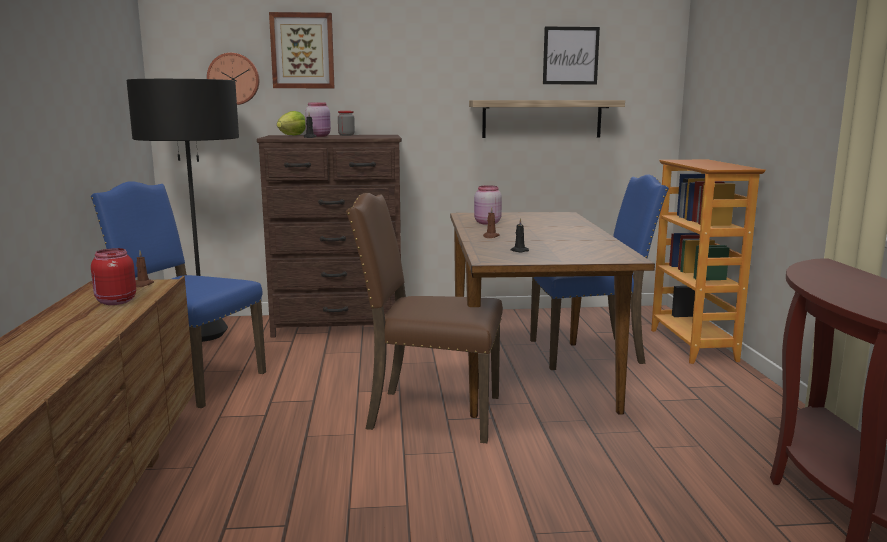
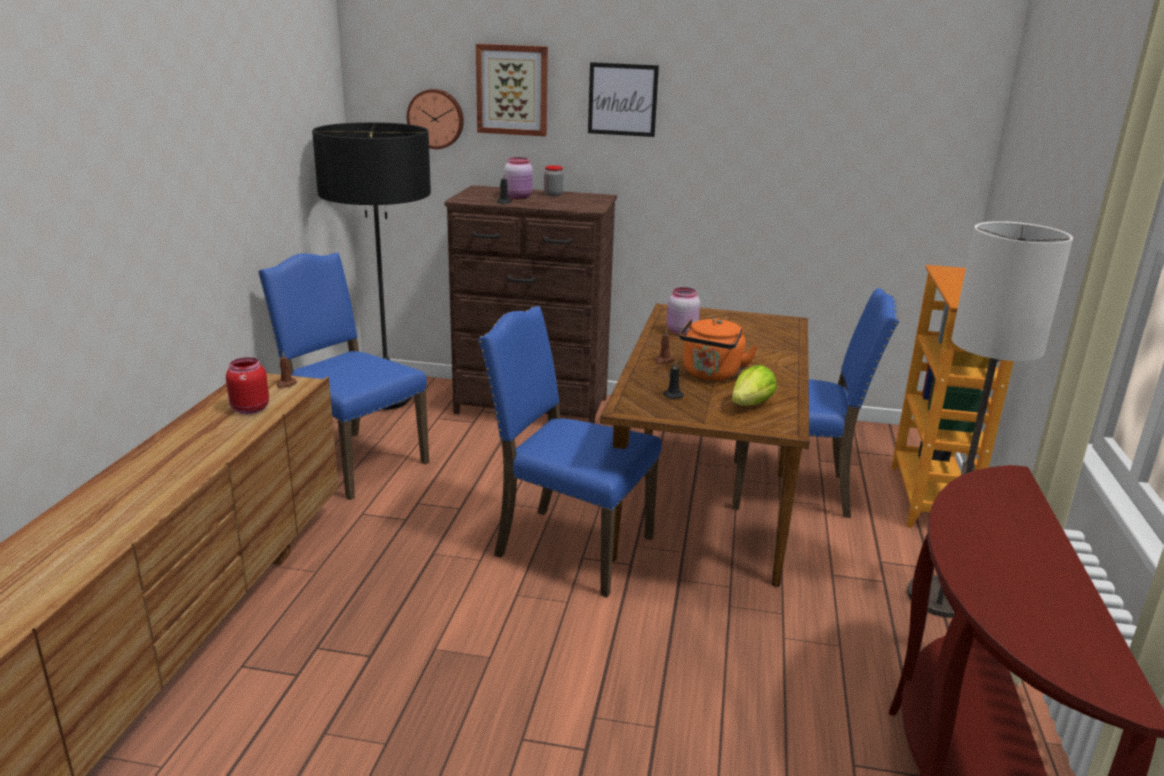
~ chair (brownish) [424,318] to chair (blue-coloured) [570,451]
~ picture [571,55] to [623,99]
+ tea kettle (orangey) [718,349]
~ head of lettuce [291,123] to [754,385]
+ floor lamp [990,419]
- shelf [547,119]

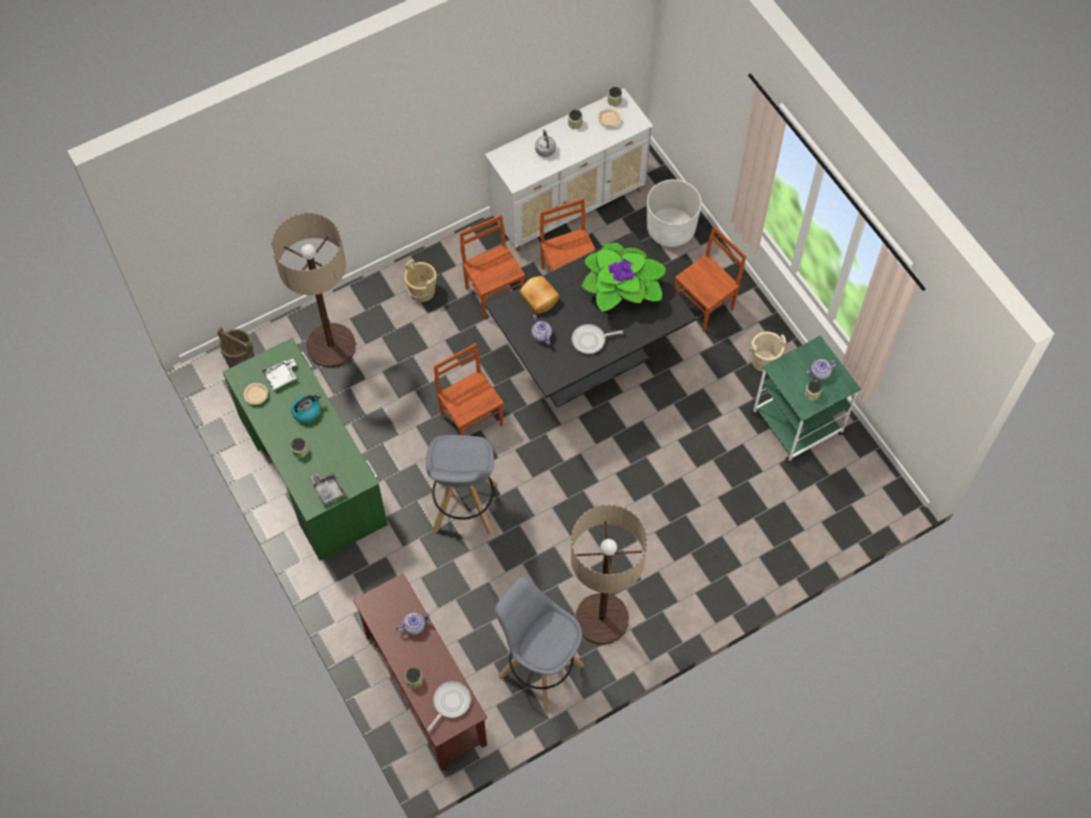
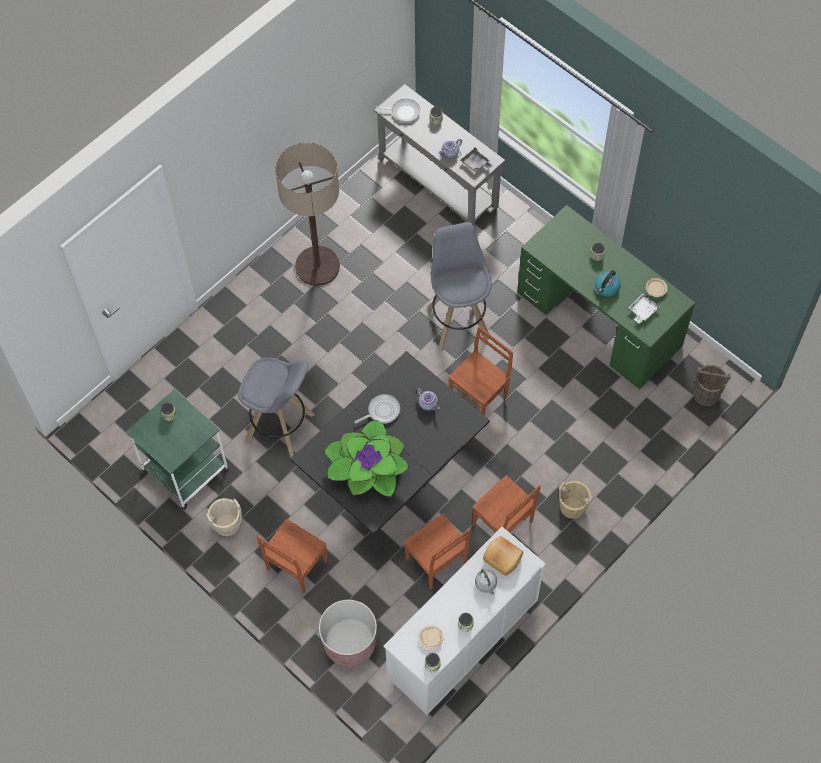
~ stool (greyish) [539,644] to [276,407]
~ plant pot (white) [674,213] to plant pot (brownish) [348,633]
~ narrow table (brownish) [420,672] to narrow table (greyish) [439,155]
~ frying pan [449,706] = [398,110] 105 degrees counterclockwise
~ chair (brownish) [469,389] = [480,370] 90 degrees counterclockwise
~ tray (greyish) [328,489] to [476,160]
~ bread [539,295] to [503,556]
- floor lamp [314,290]
- teapot [822,369]

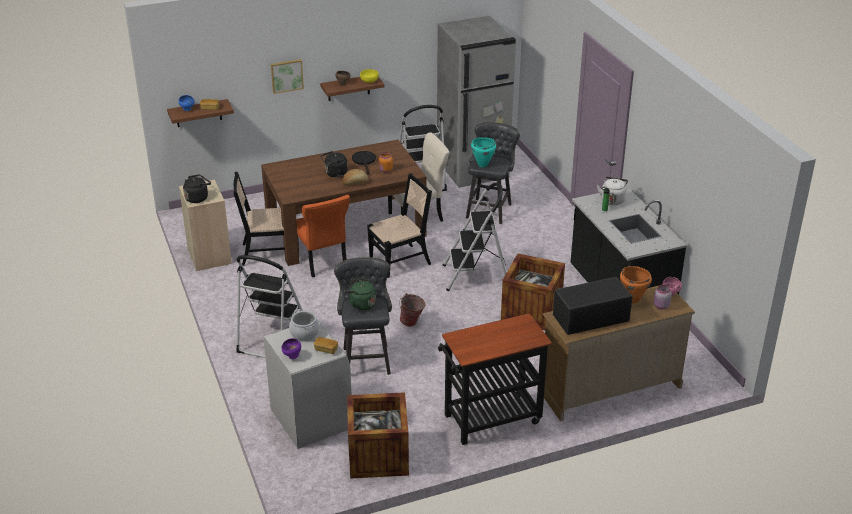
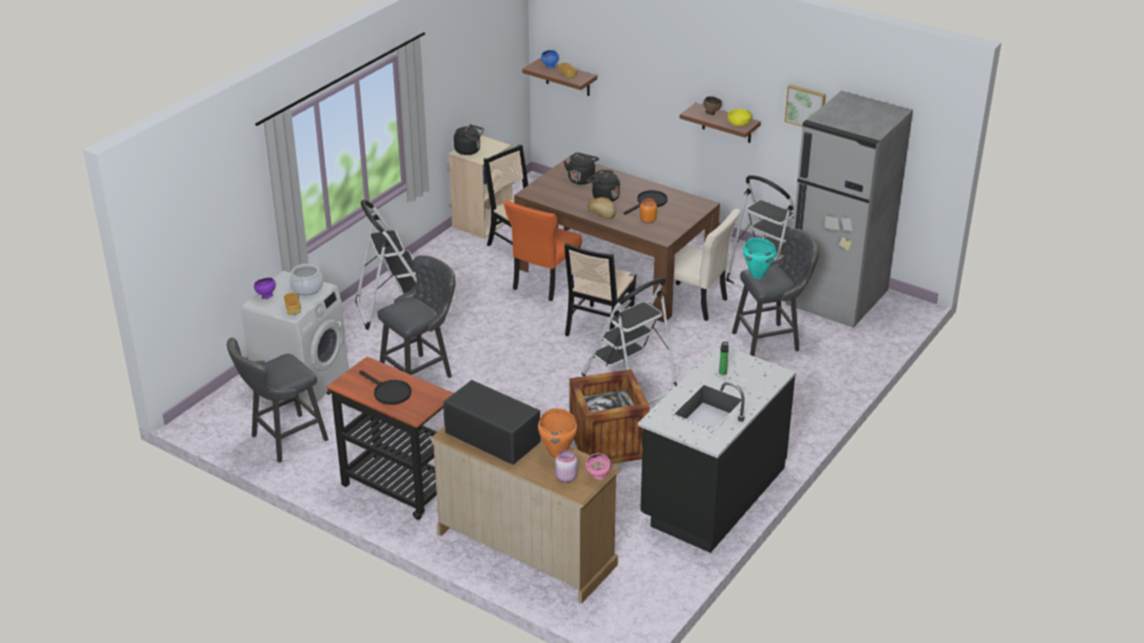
~ crate [378,435] to stool (greyish) [278,400]
+ frying pan (blackish) [385,387]
+ tea kettle (blackish) [581,169]
~ chair [399,225] = [600,289] 90 degrees clockwise
~ picture [287,76] to [805,105]
- tea kettle (green-coloured) [360,294]
- bucket [412,309]
- tea kettle (white) [612,191]

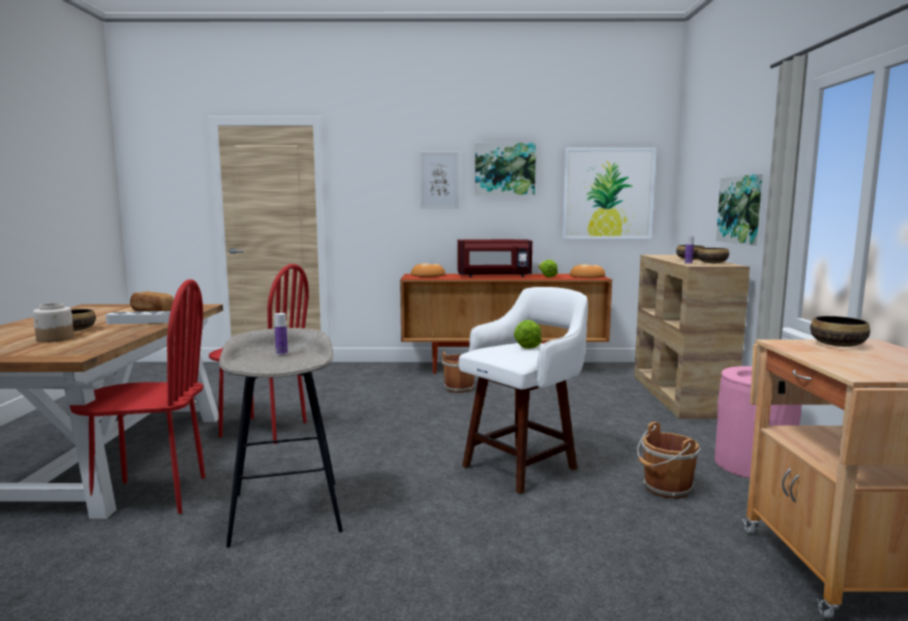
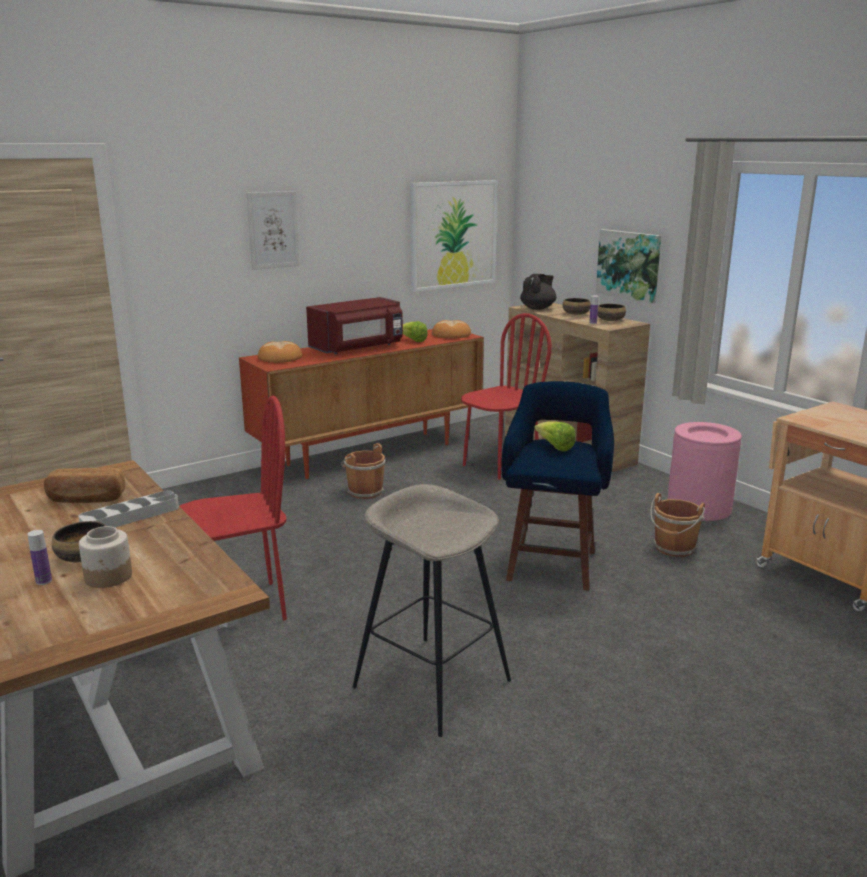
~ bottle [281,334] to [39,557]
~ chair (red-coloured) [137,396] to [506,396]
~ stool (white) [523,390] to stool (blue-coloured) [558,486]
+ teapot (blackish) [538,292]
- picture [505,169]
- serving bowl [840,331]

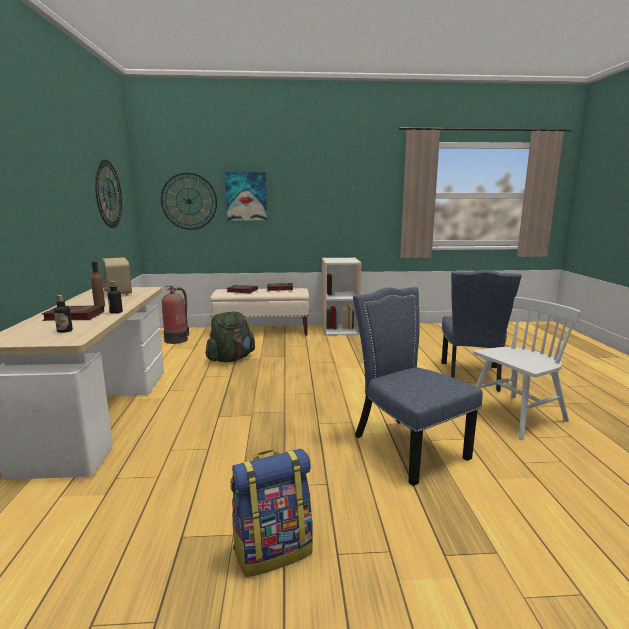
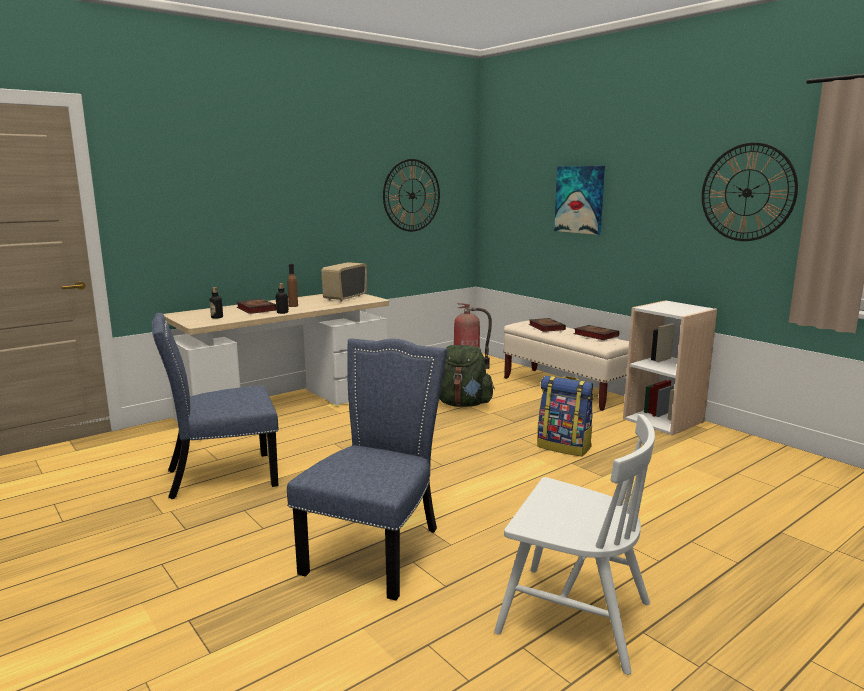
~ chair (blue-coloured) [481,331] to [215,406]
~ rucksack [272,513] to [565,416]
~ hanging clock [189,201] to [750,192]

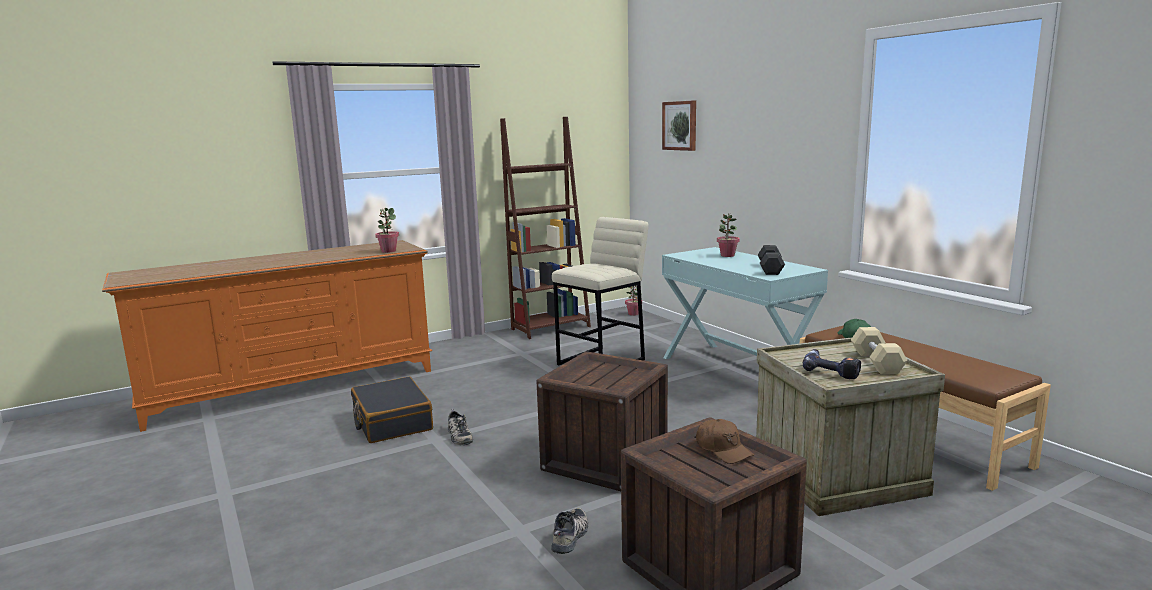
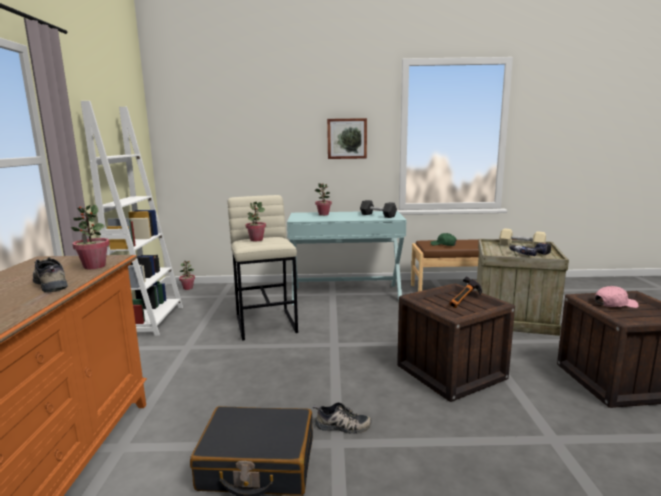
~ shoe [569,531] to [50,274]
~ bookshelf (brownish) [545,228] to bookshelf (white) [132,218]
+ potted plant [256,221]
~ picture [679,125] to [347,138]
+ tool hammer [465,292]
~ cap (brownish) [725,441] to cap (pink) [617,297]

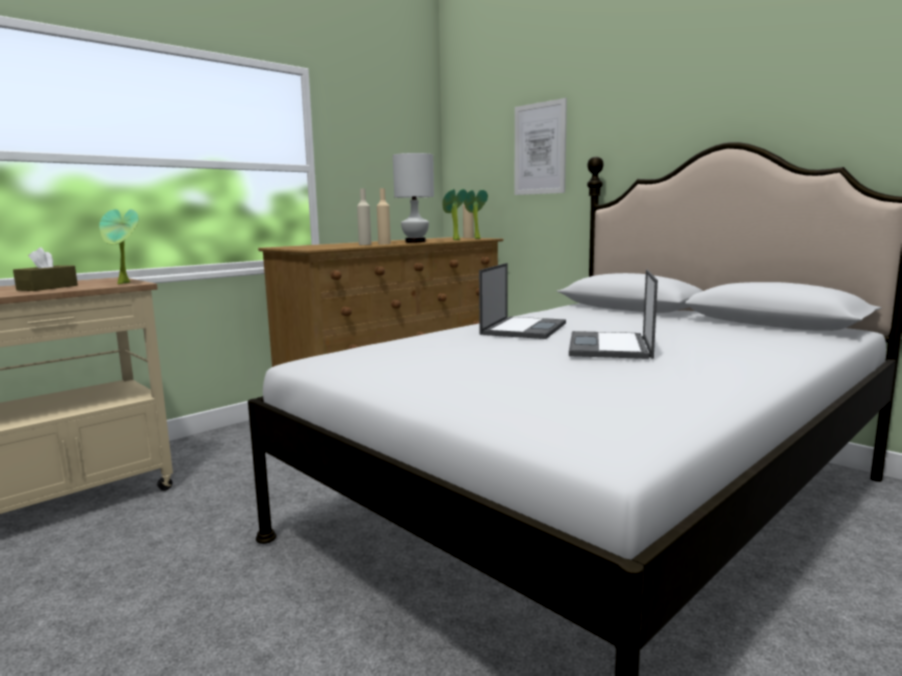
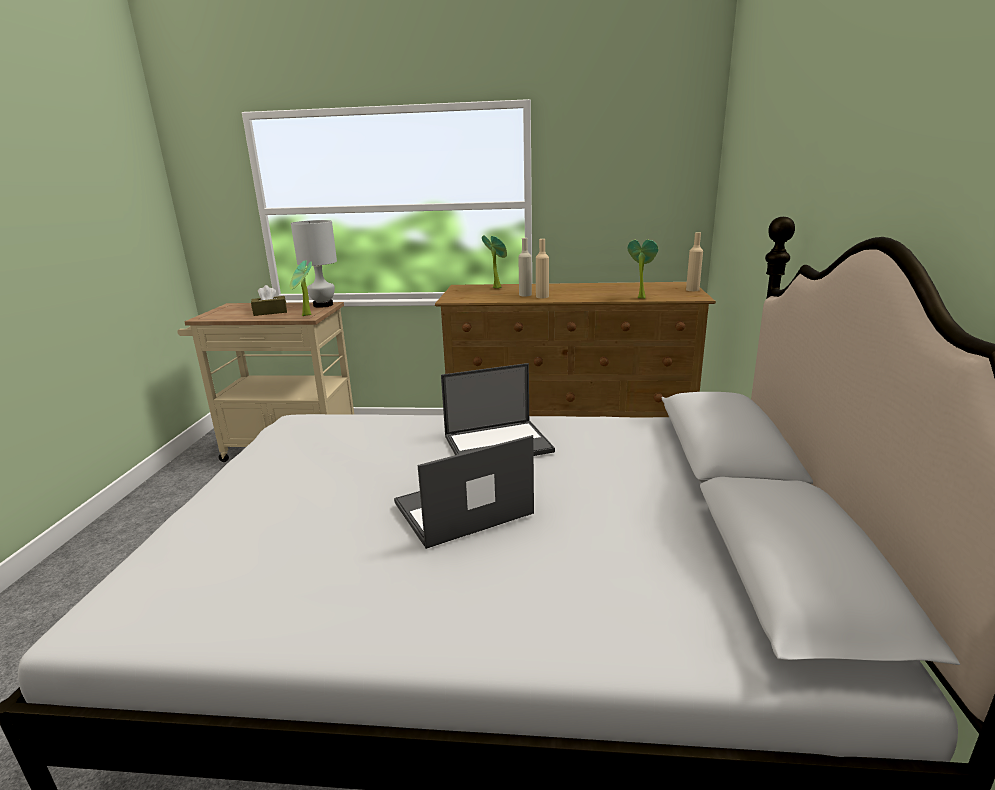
~ lamp for a table (white) [413,198] to [314,264]
~ potted plant [476,214] to [494,262]
- picture [541,146]

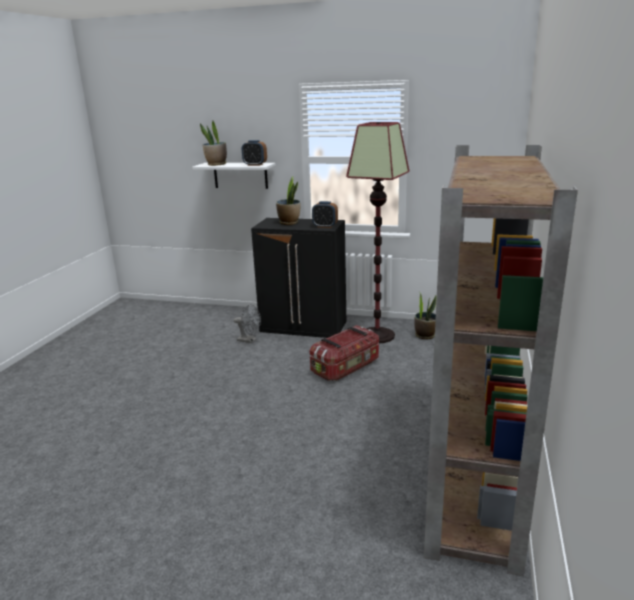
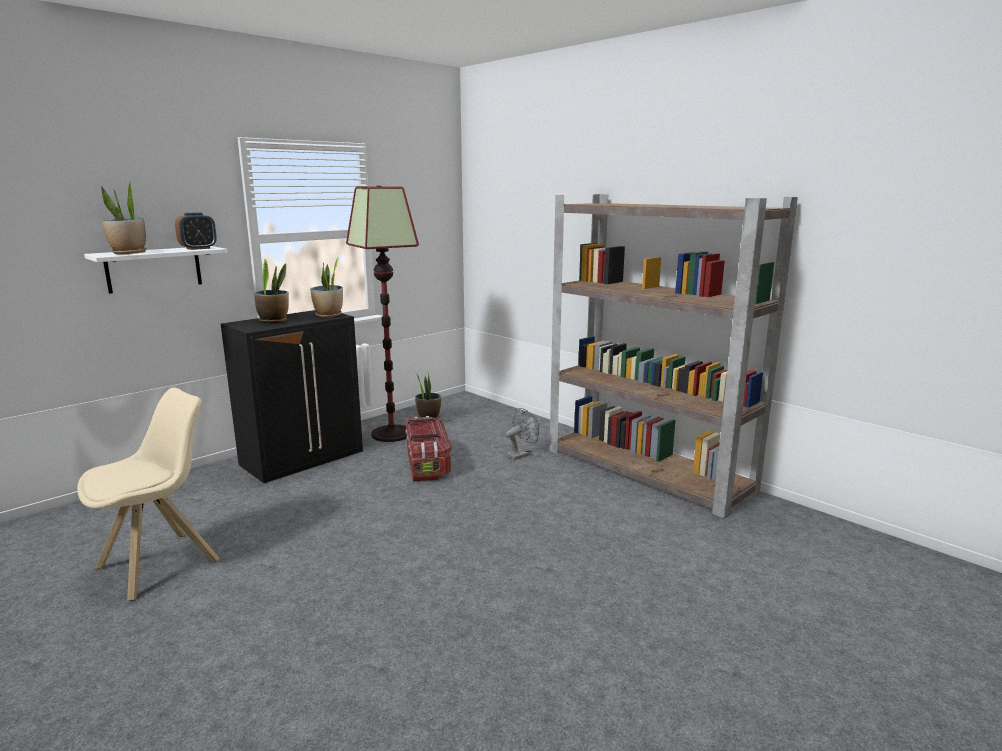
+ chair (sand-coloured) [148,494]
~ table clock [325,214] to potted plant [326,287]
~ fan (greyish) [247,323] to [522,434]

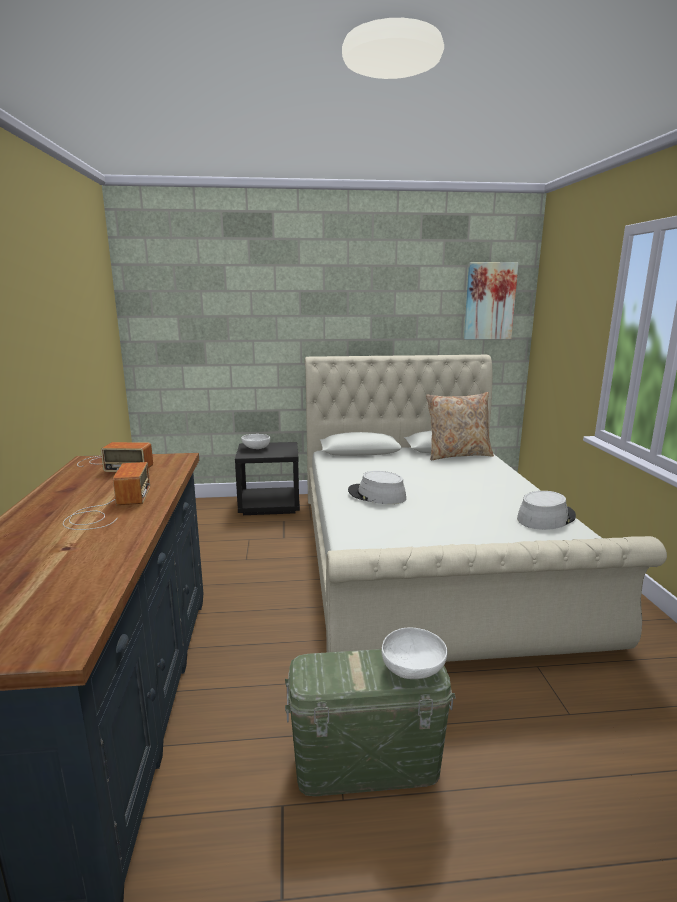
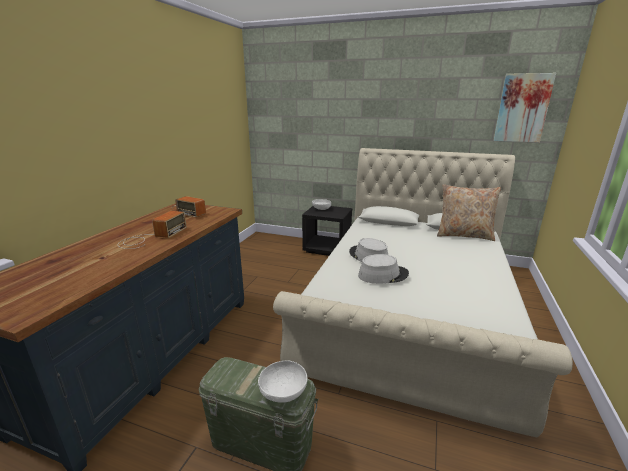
~ clothing hat (greyish) [546,510] to [383,269]

